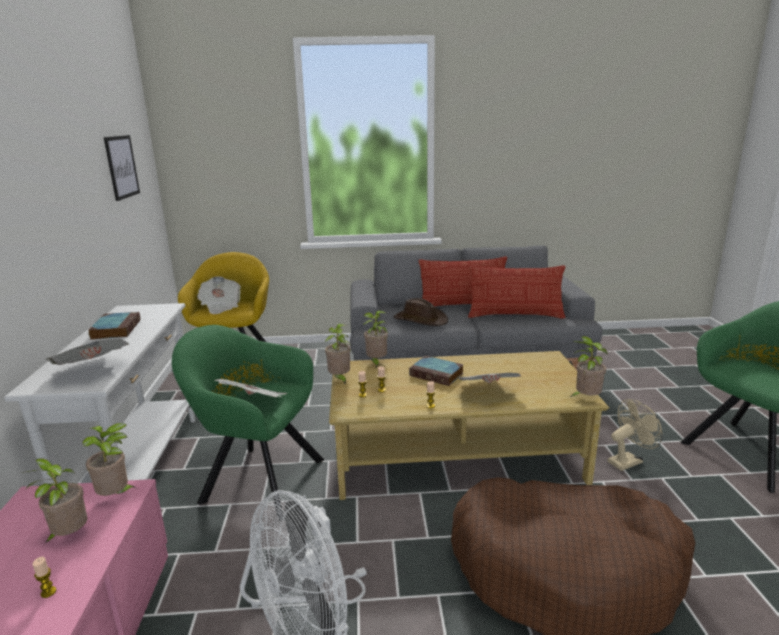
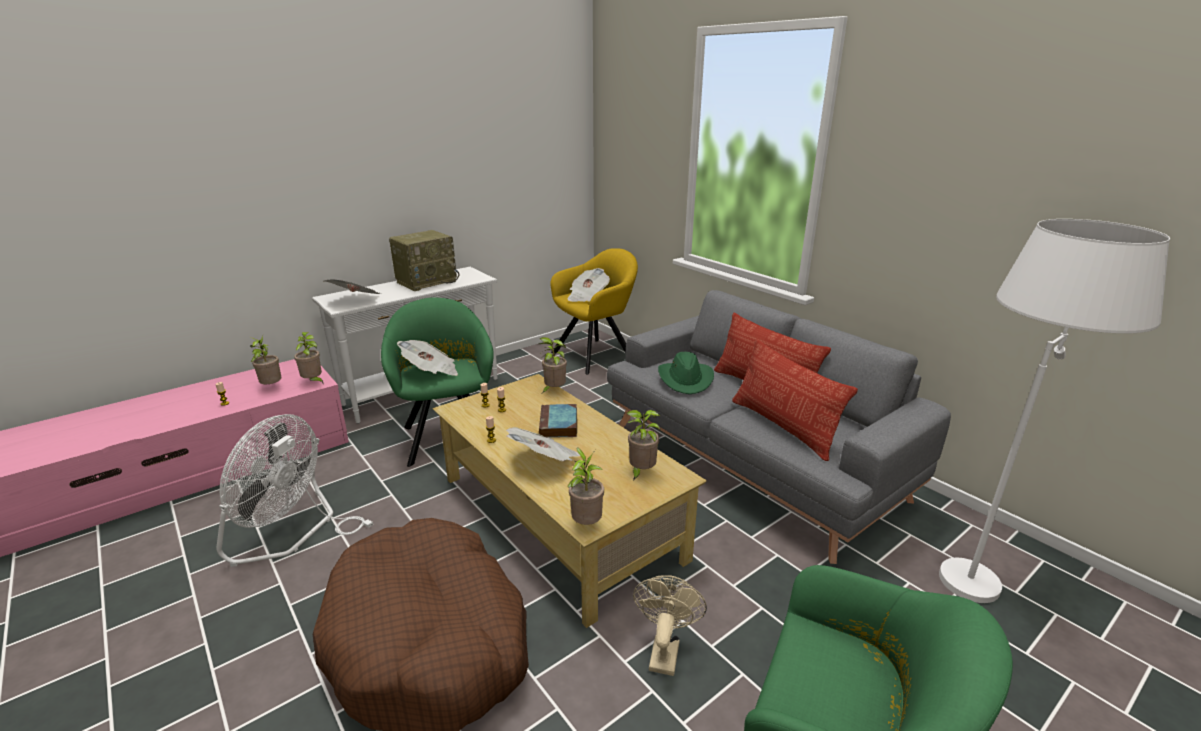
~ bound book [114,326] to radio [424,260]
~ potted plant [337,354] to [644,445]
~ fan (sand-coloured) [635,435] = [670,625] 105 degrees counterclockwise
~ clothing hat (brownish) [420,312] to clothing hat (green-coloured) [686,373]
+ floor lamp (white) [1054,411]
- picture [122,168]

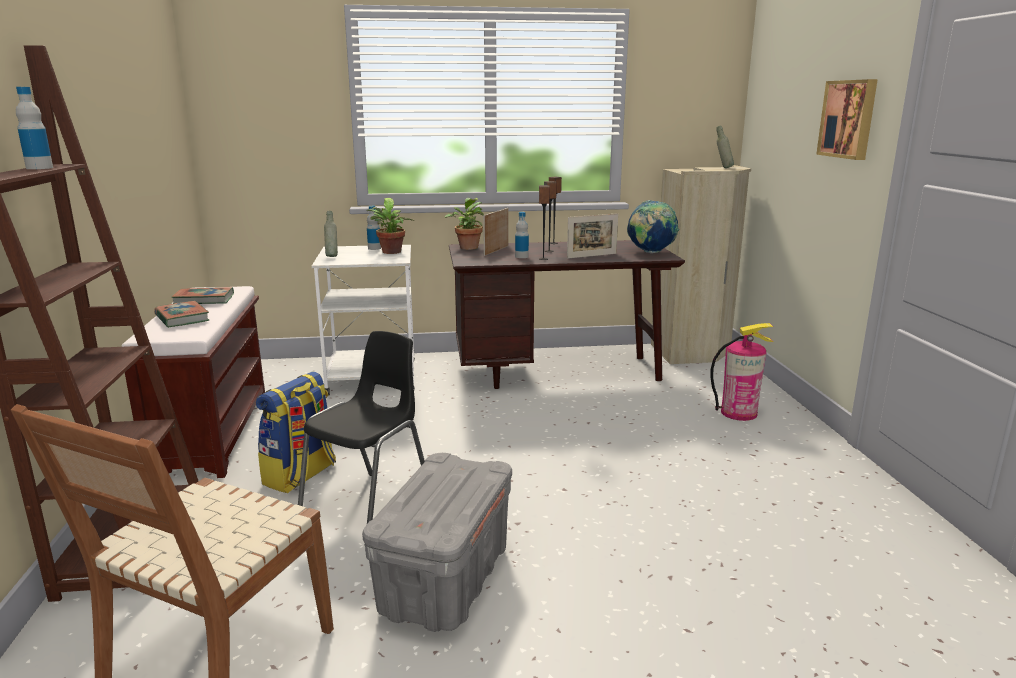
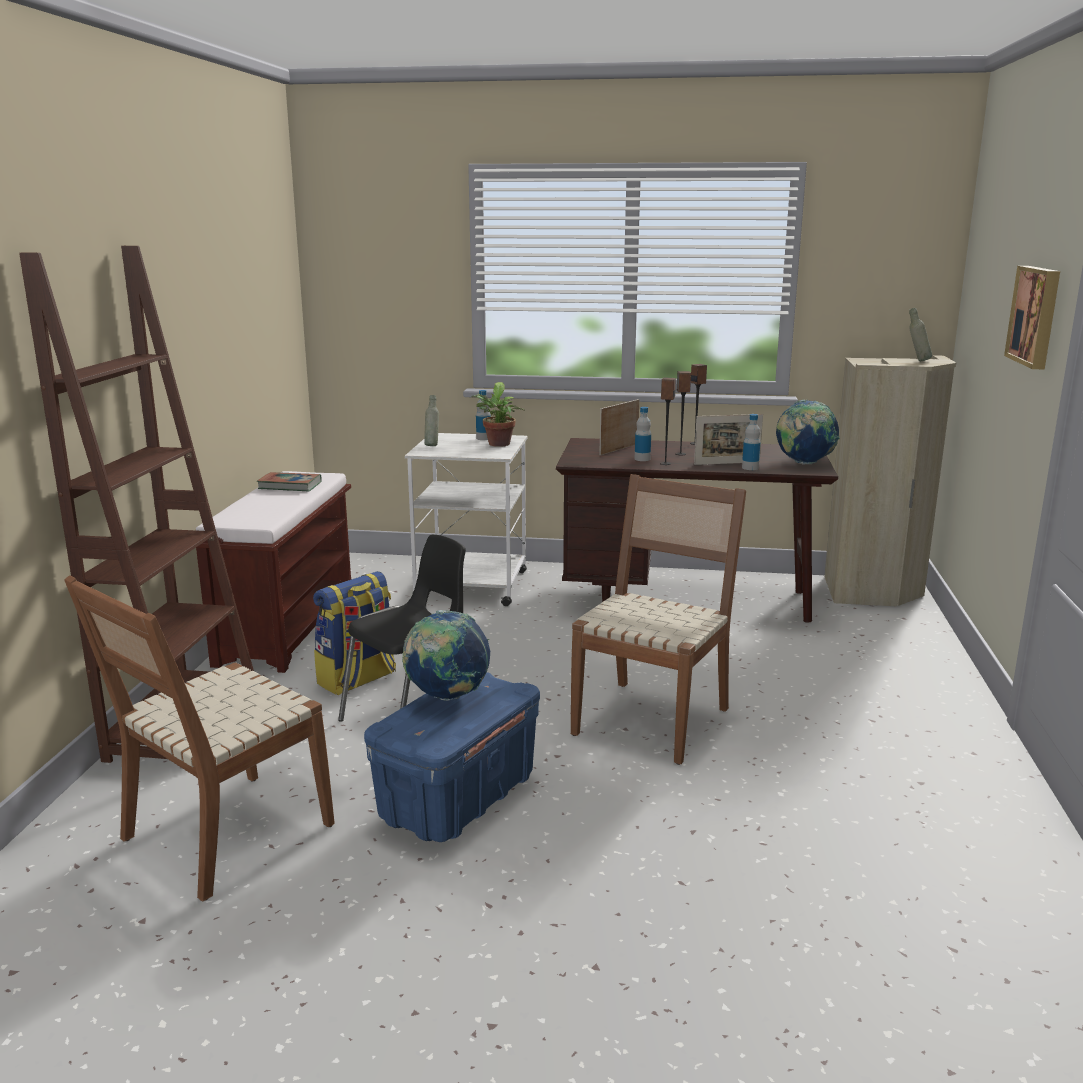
~ storage bin (greyish) [437,542] to storage bin (blue-coloured) [452,757]
+ world globe [446,655]
+ chair [658,619]
~ bottle [34,128] to [751,442]
- bound book [181,314]
- potted plant [464,224]
- extinguisher [742,372]

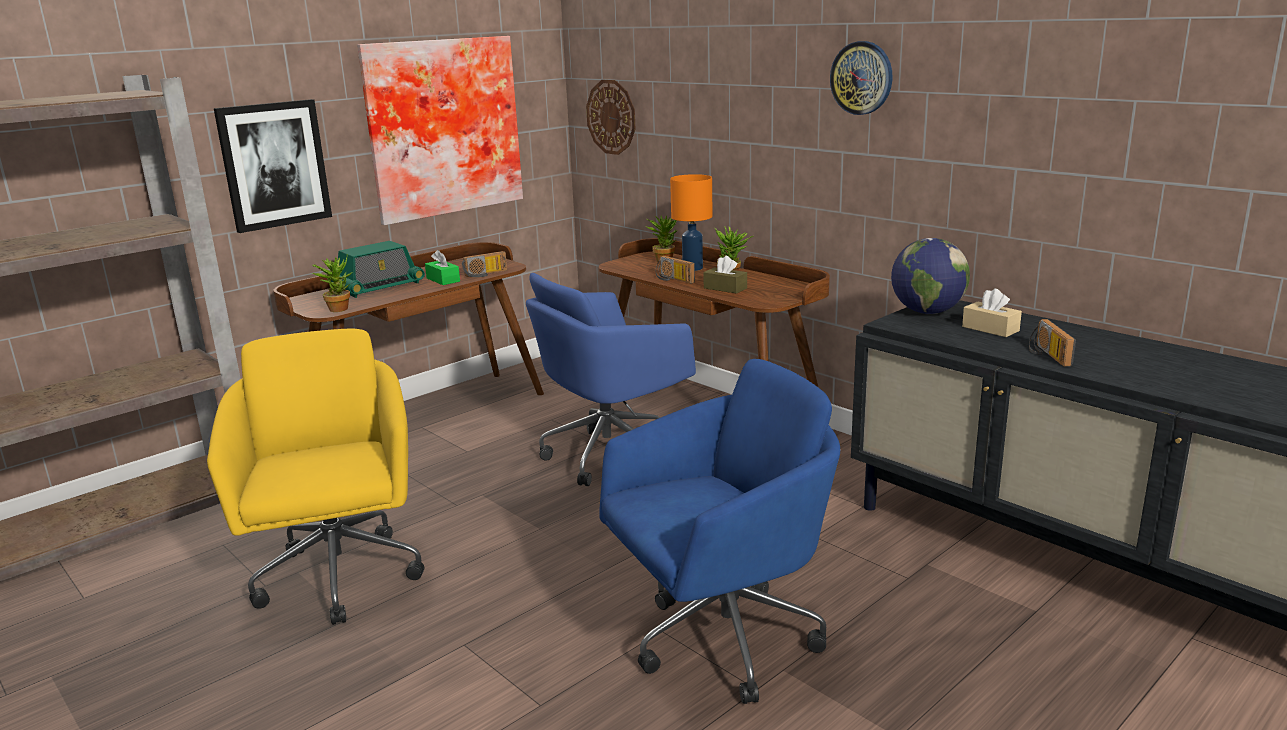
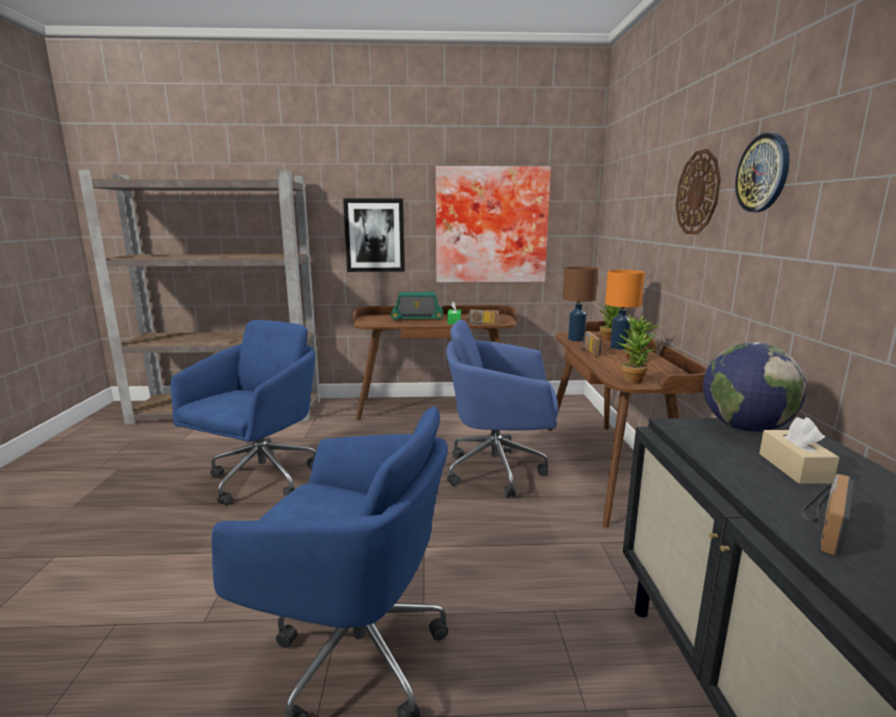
~ office chair (yellow) [315,477] to office chair (blue-coloured) [243,412]
+ lamp for a table (brownish) [580,303]
~ potted plant [332,283] to [636,357]
~ hanging clock [611,117] to [698,192]
- tissue holder (brownish) [725,275]

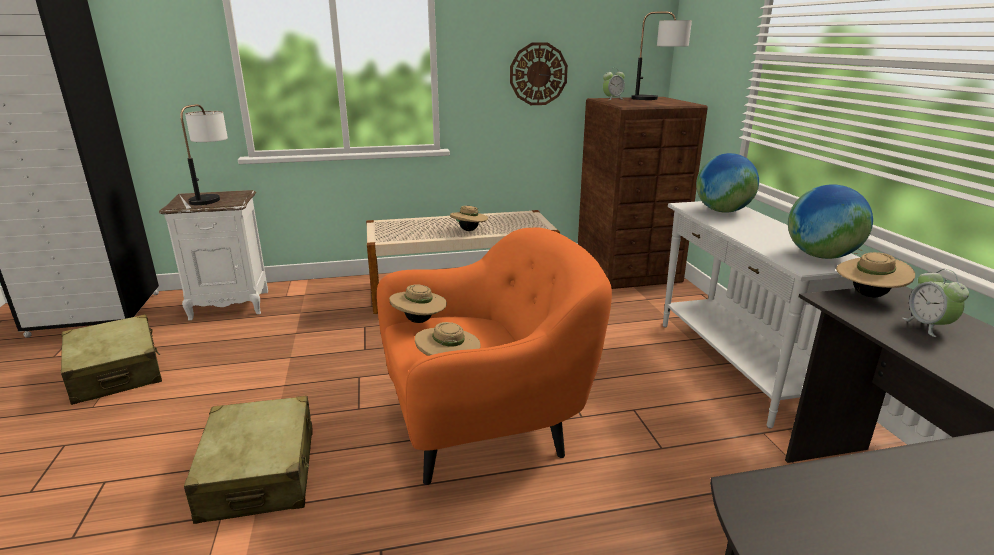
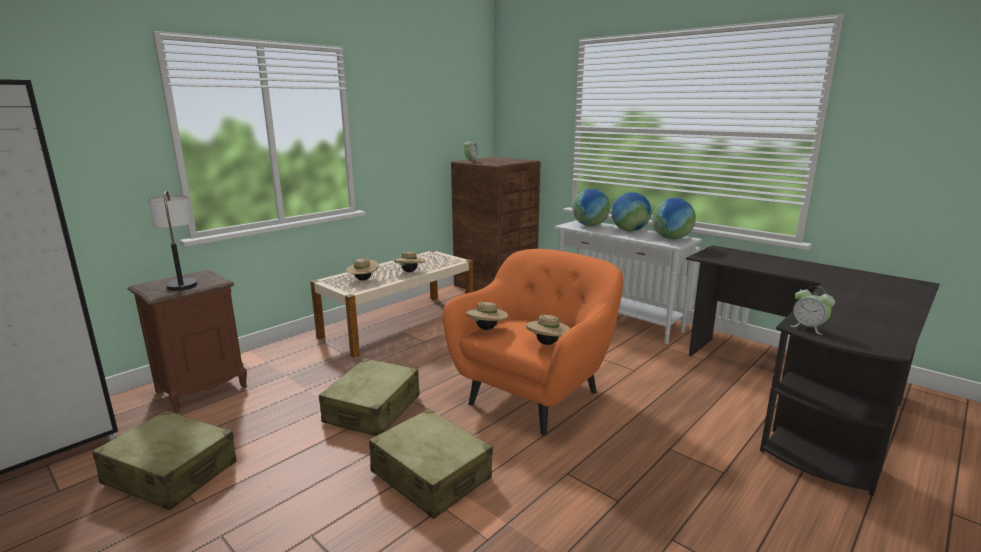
~ bedside table (white) [213,255] to bedside table (brownish) [187,341]
+ suitcase (sand-coloured) [369,397]
~ clothing hat (sand-coloured) [875,273] to [362,269]
+ world globe [631,211]
~ table clock [935,303] to [812,310]
- hanging clock [539,73]
- lamp for a table [661,55]

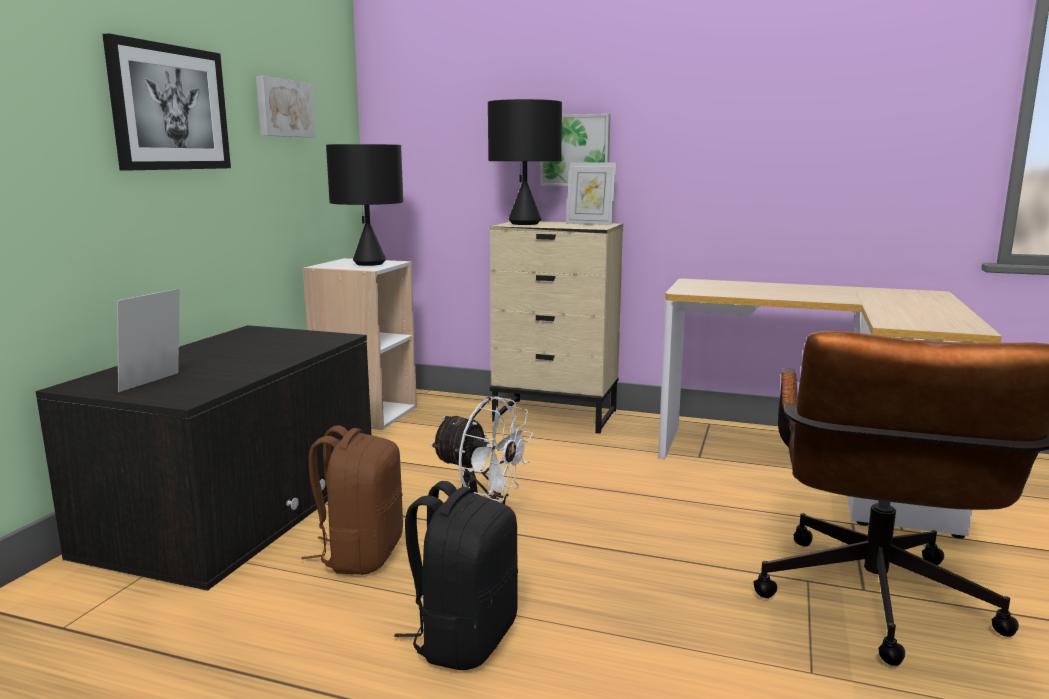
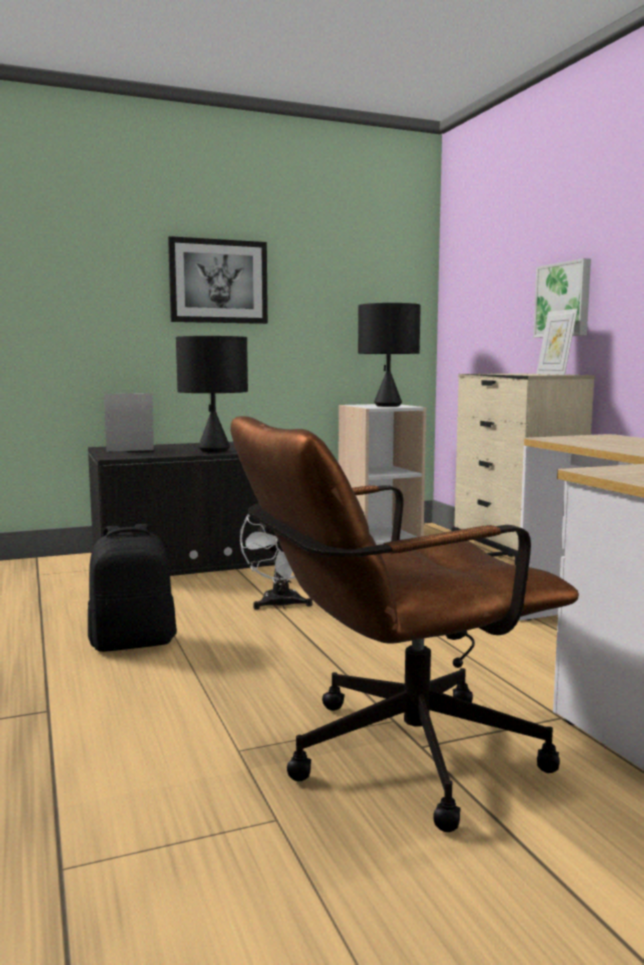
~ lamp for a table (blackish) [525,162] to [212,394]
- picture [286,106]
- rucksack (brownish) [352,500]

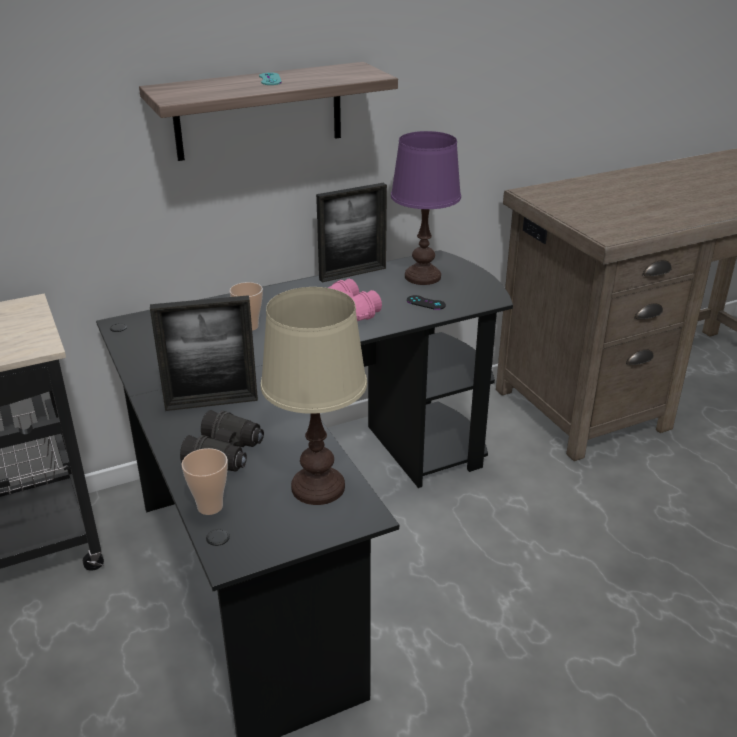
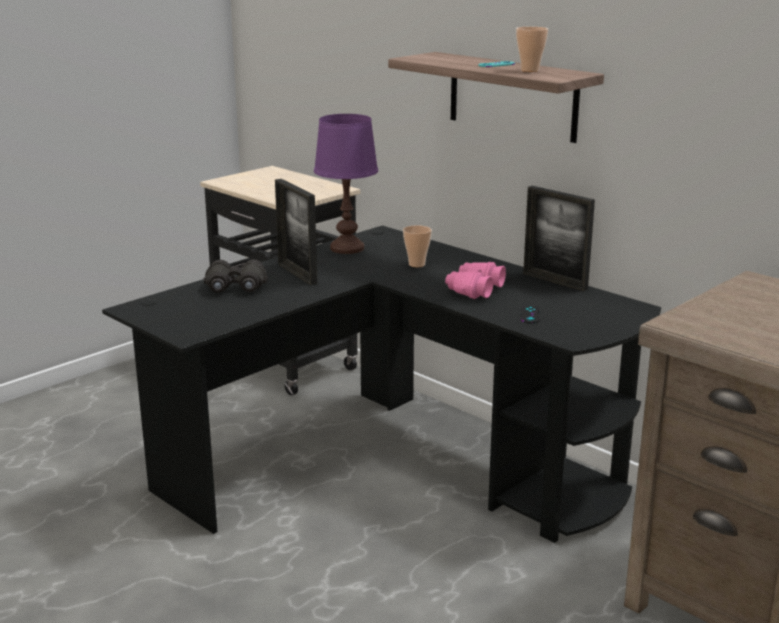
~ lamp for a table (purple) [426,208] to [346,184]
~ drinking cup [204,481] to [532,49]
- lamp for a table (sand-coloured) [314,396]

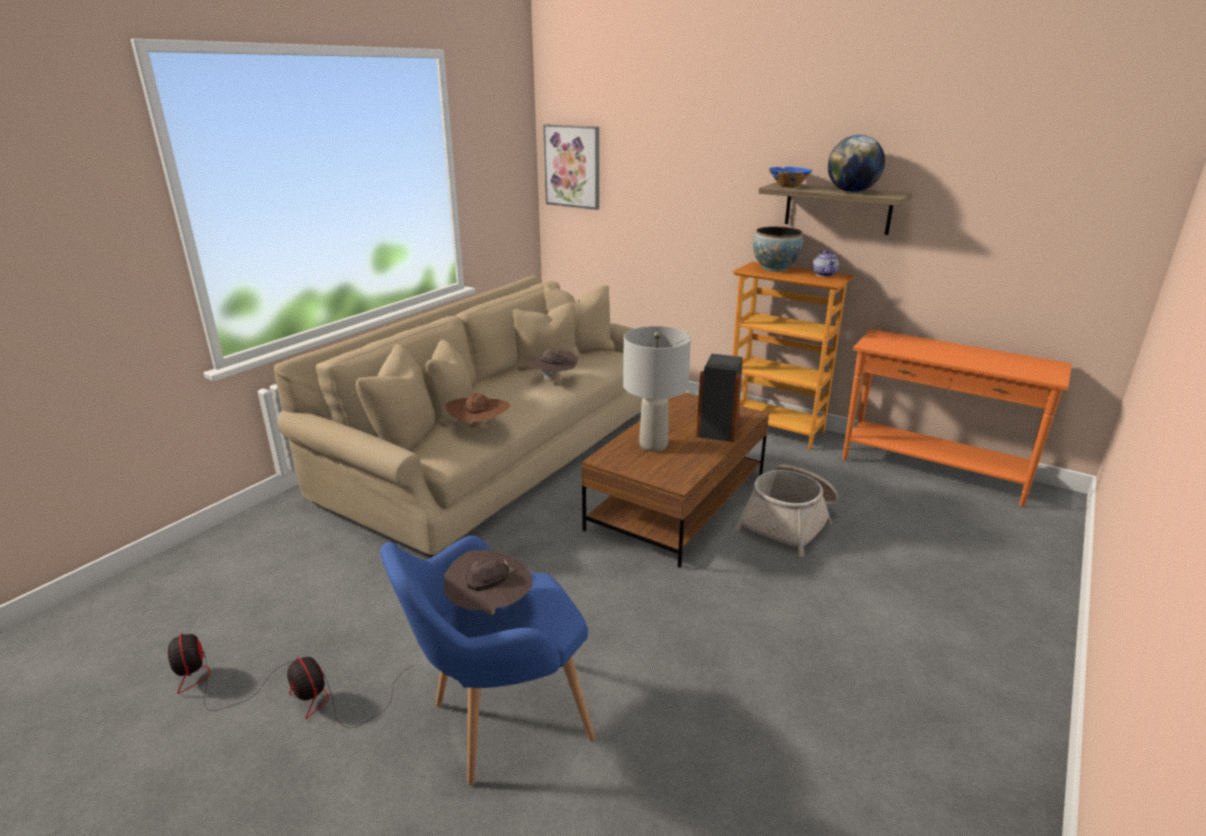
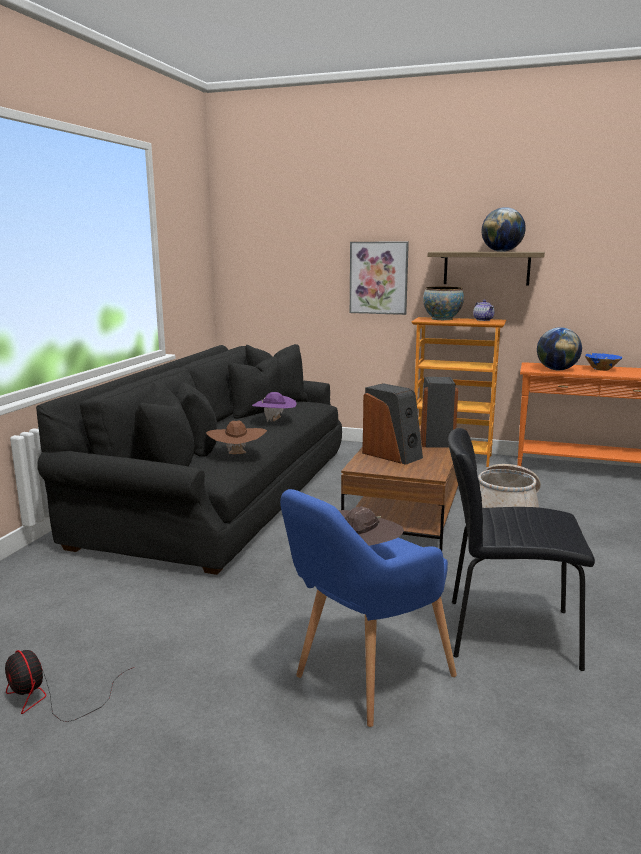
~ couch (sand-coloured) [458,416] to couch (blackish) [189,459]
~ clothing hat (brownish) [552,365] to clothing hat (purple) [274,407]
~ picture [571,167] to [379,278]
~ lamp for a table (greyish) [657,389] to speaker [392,424]
+ chair (blackish) [521,549]
+ world globe [559,348]
~ serving bowl (blue-coloured) [790,177] to [603,362]
- fan [350,693]

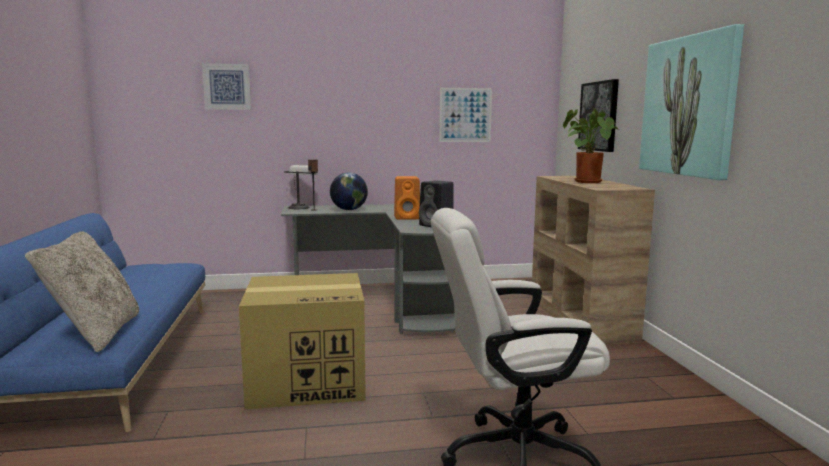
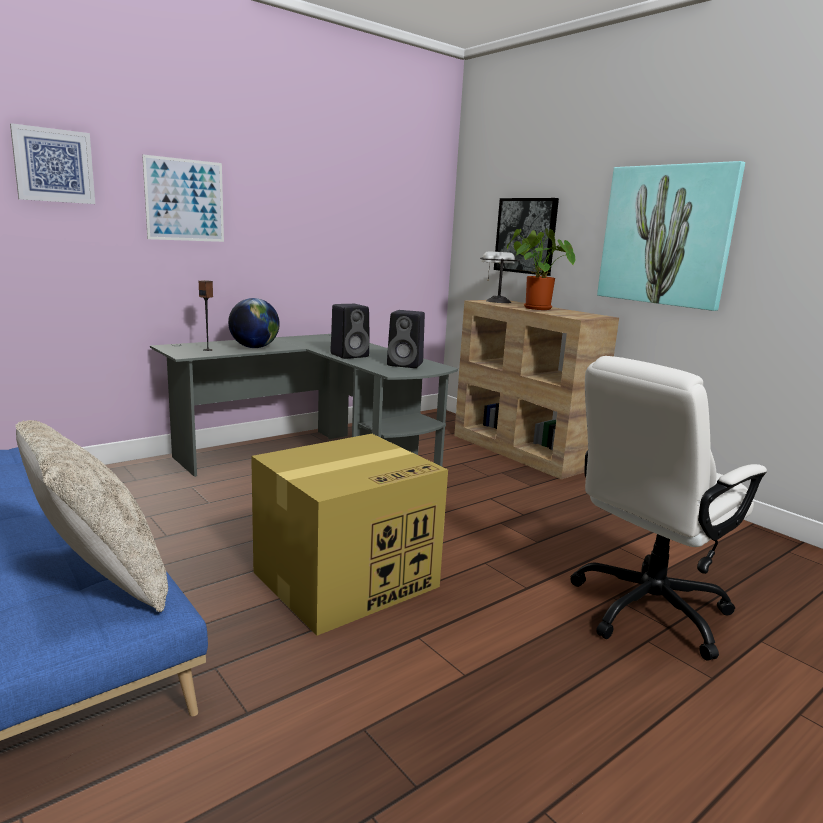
~ picture [465,115] to [183,198]
~ speaker (orangey) [407,198] to speaker (blackish) [350,331]
~ lamp for a table [301,187] to [500,277]

